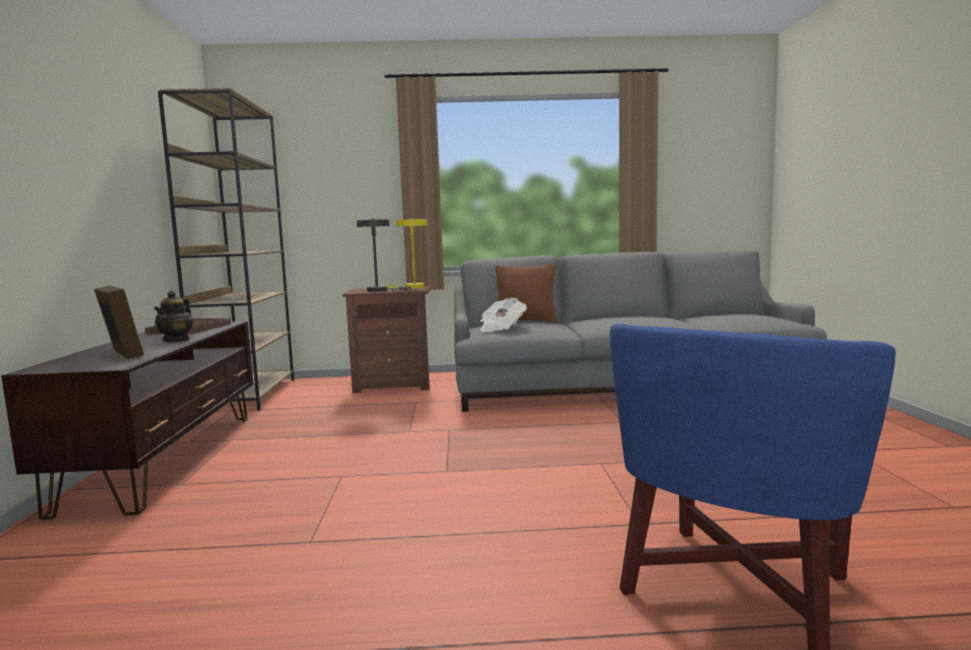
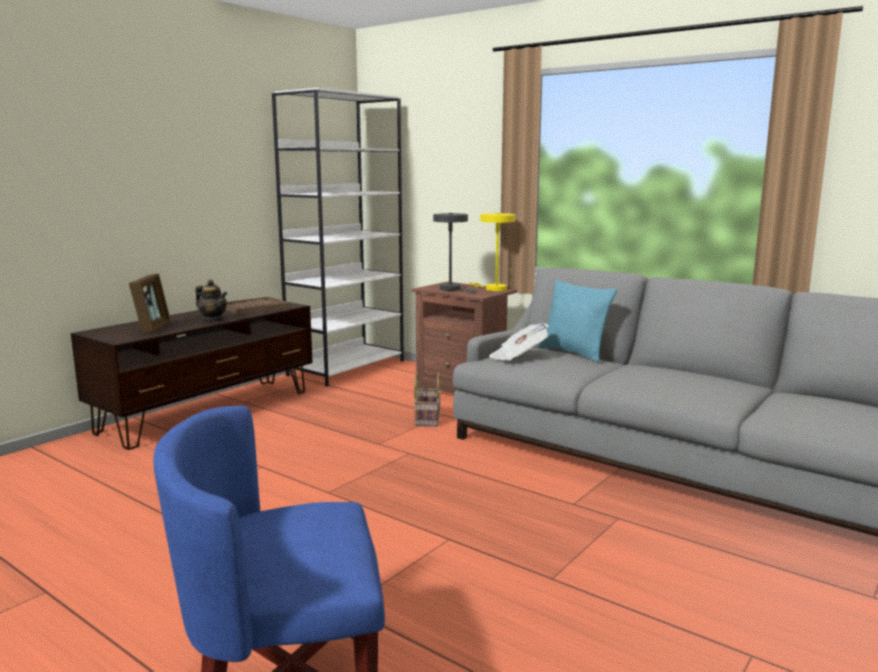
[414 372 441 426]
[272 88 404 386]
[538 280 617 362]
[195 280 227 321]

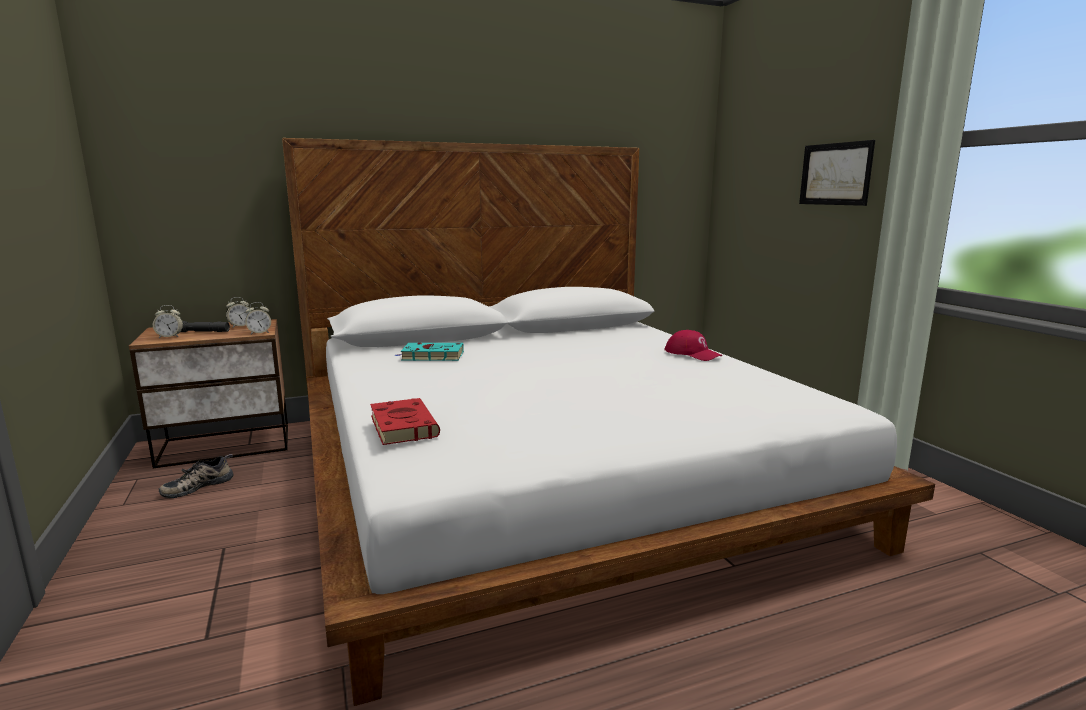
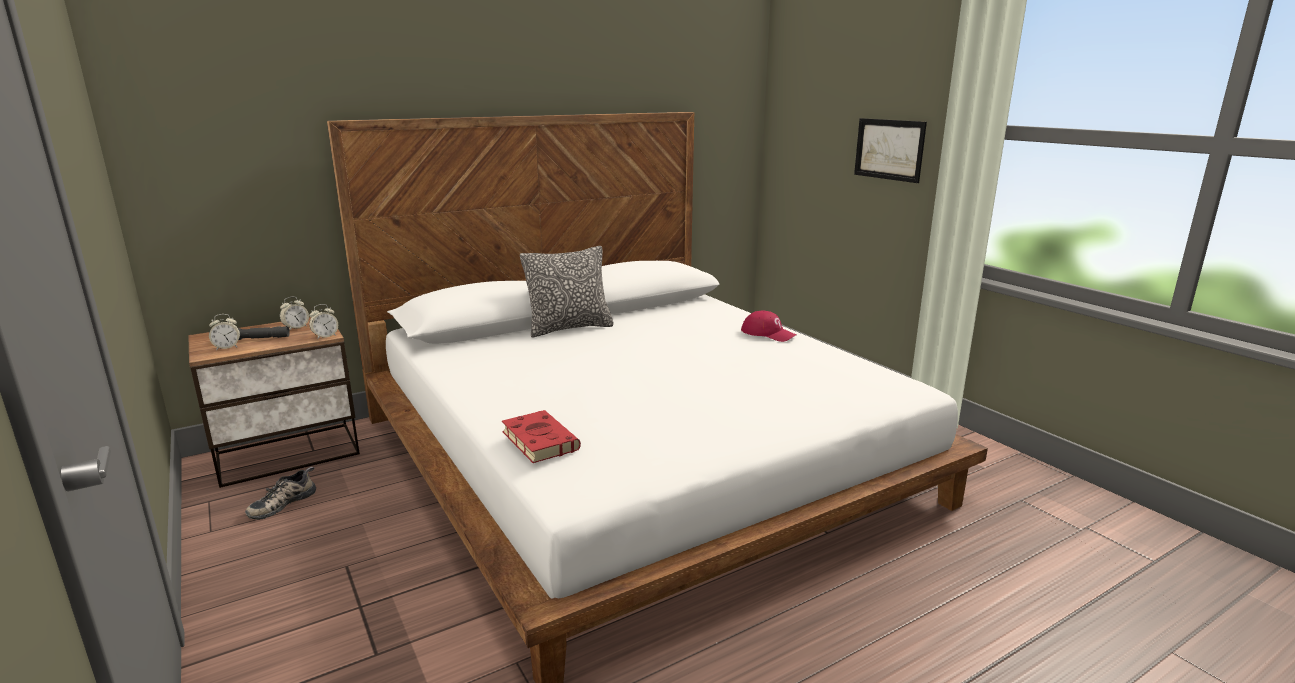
[395 343 464 361] (first image)
[520 246 614 337]

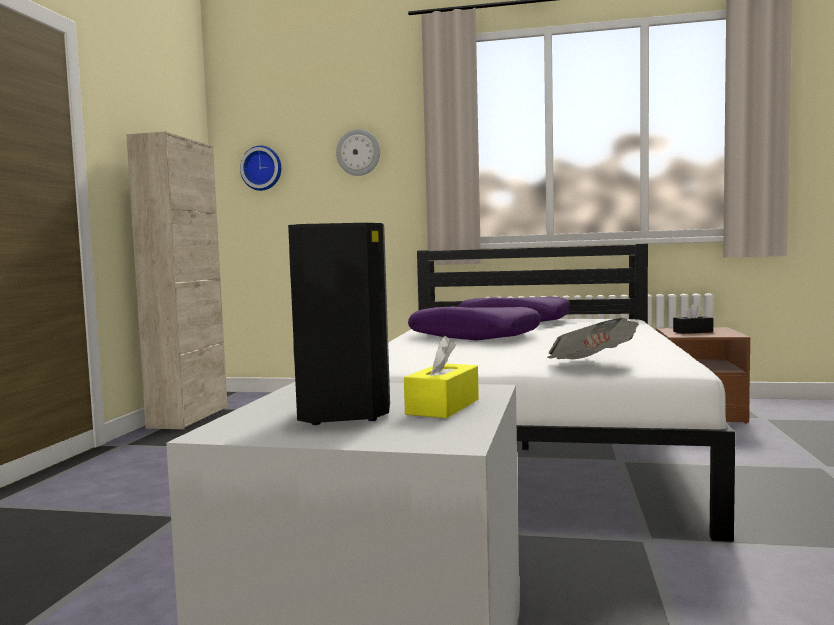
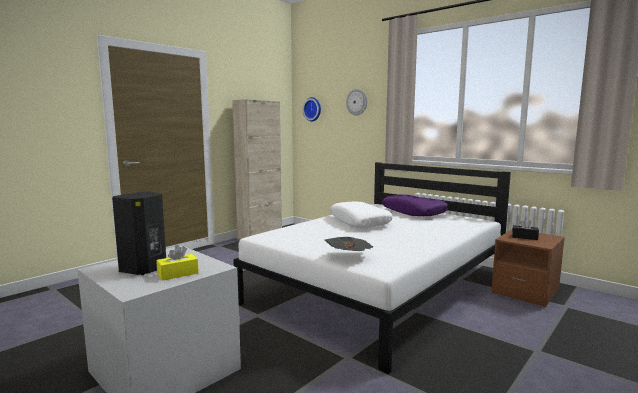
[330 202 393 227]

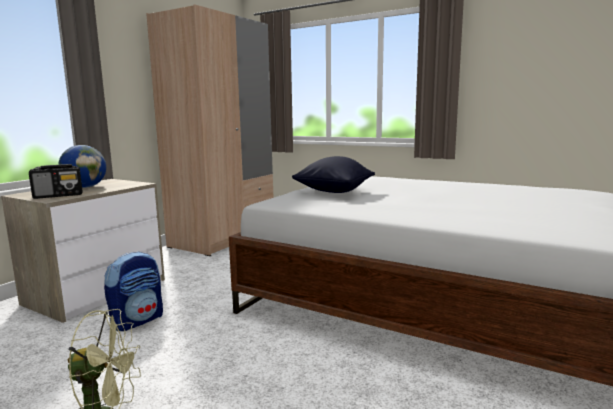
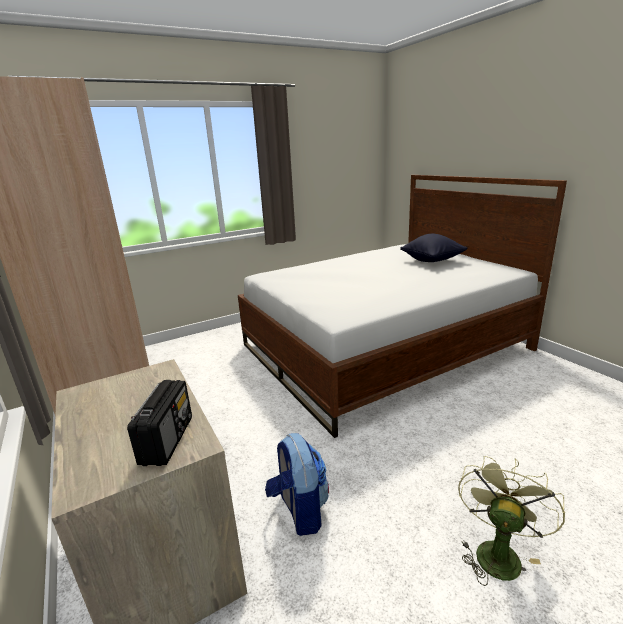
[58 145 106 188] (first image)
[400 234 467 262]

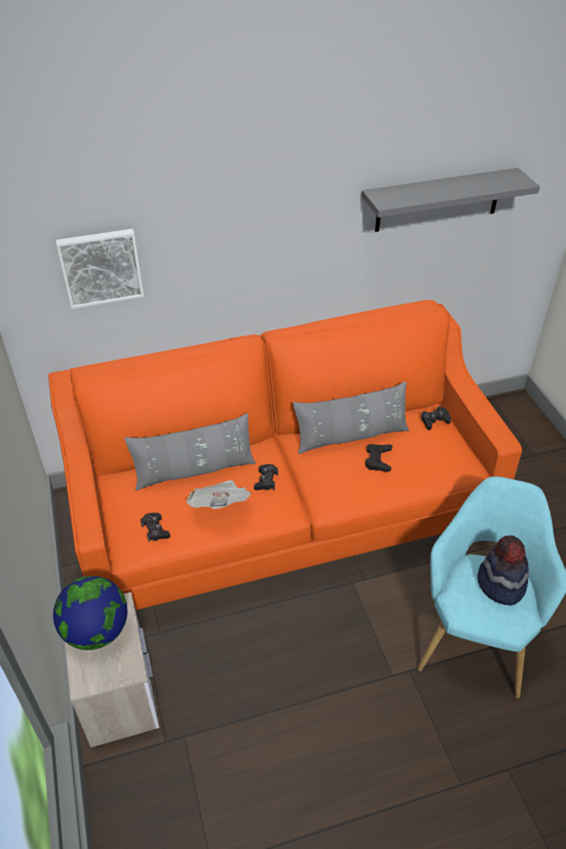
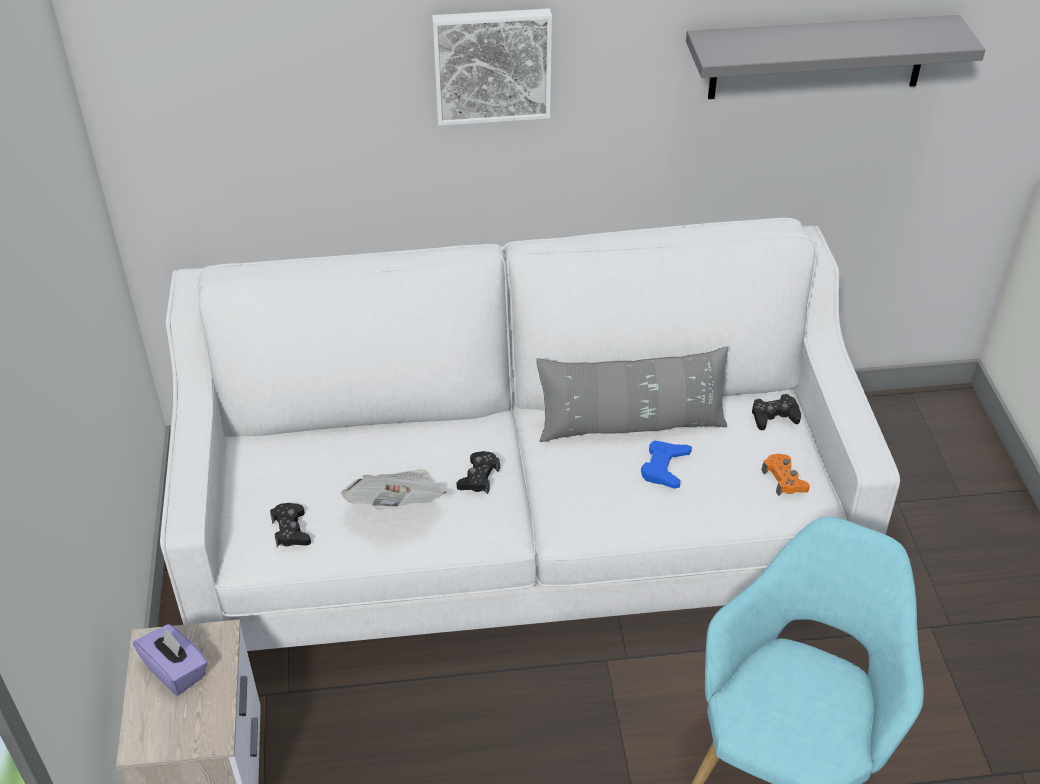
[124 413 256 491] (first image)
[477 535 529 606] (first image)
[761 453 810 496]
[432 8 552 126]
[133 624 208 696]
[160 218 900 651]
[641 441 692 489]

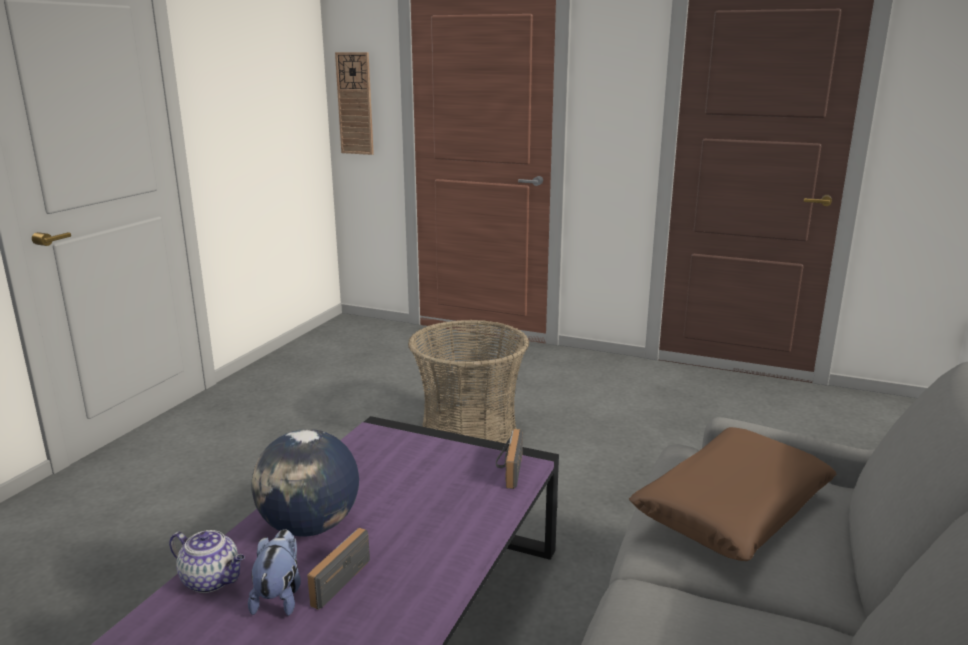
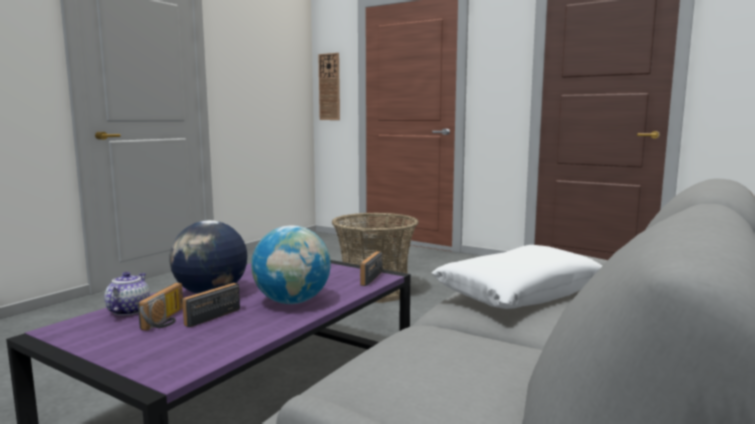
[251 225 331 304]
[138 283 183 331]
[432 245 602 309]
[104 272 150 316]

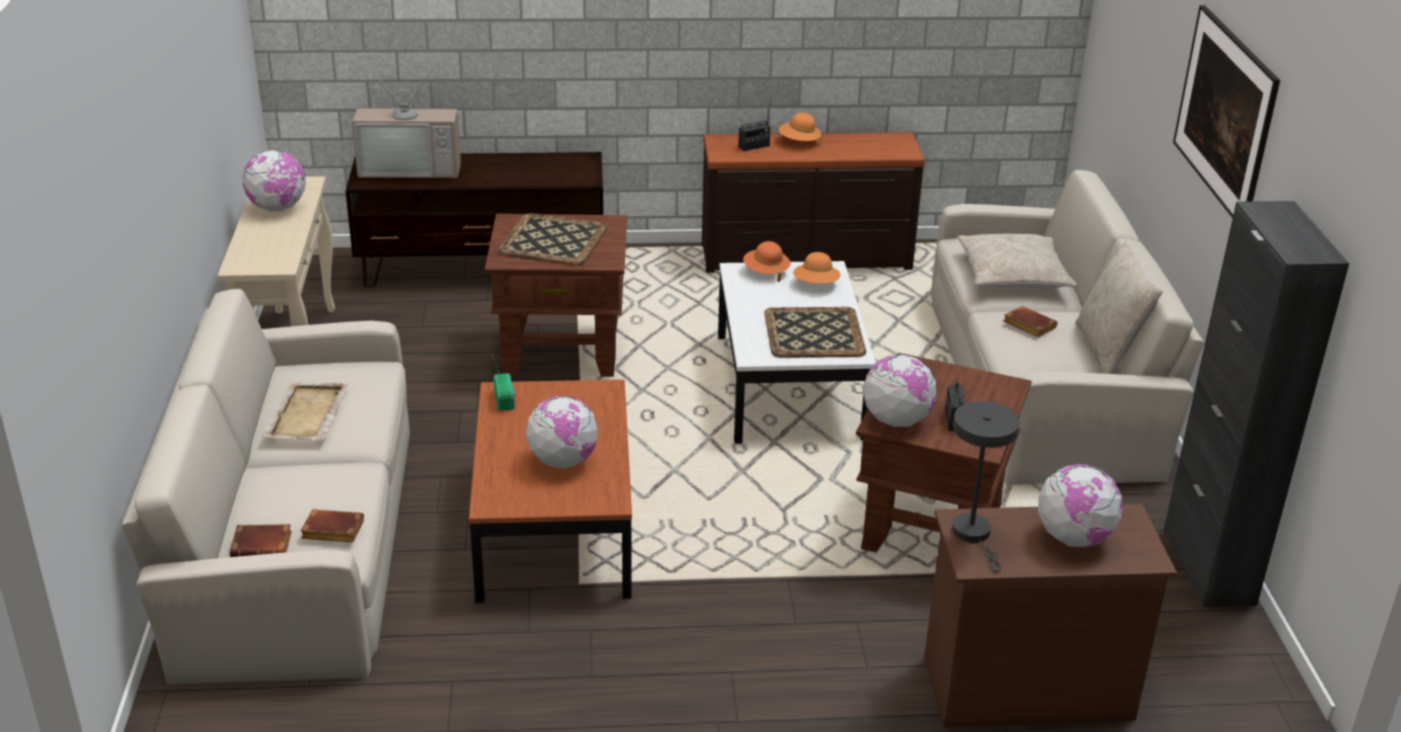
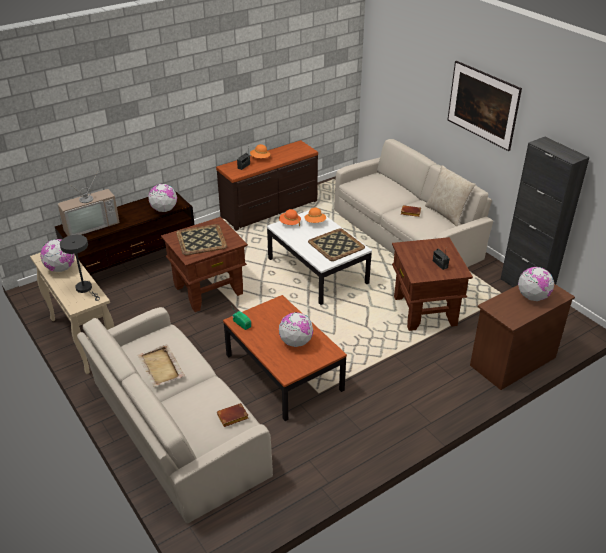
[230 524 292 557] (first image)
[958 234 1077 289] (first image)
[148 184 177 212]
[60 235 100 301]

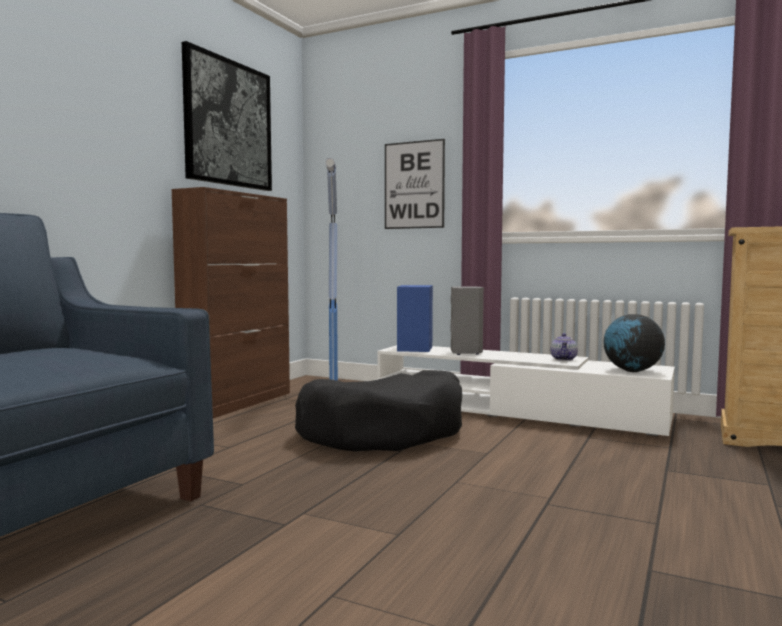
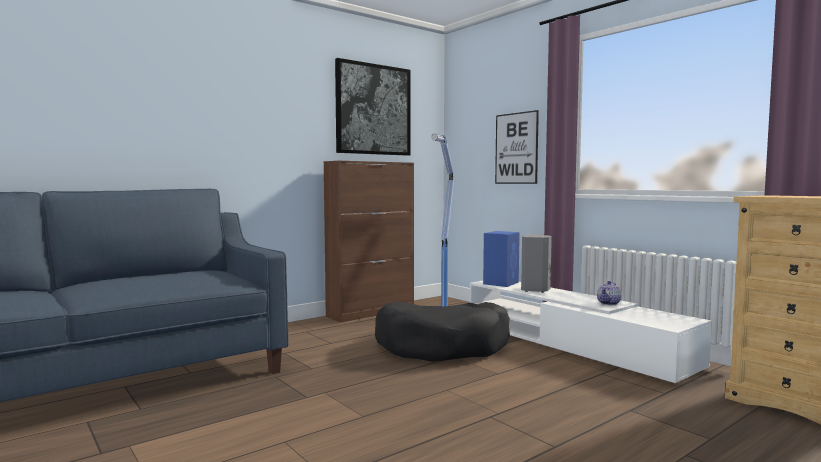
[604 314 665 372] (first image)

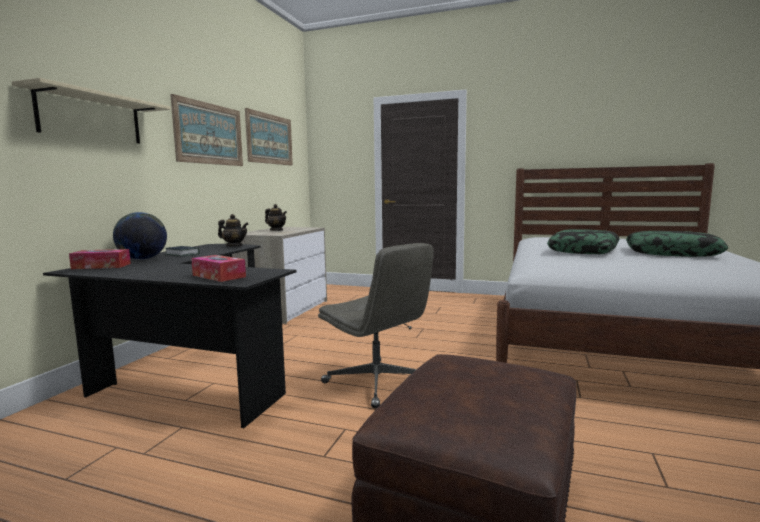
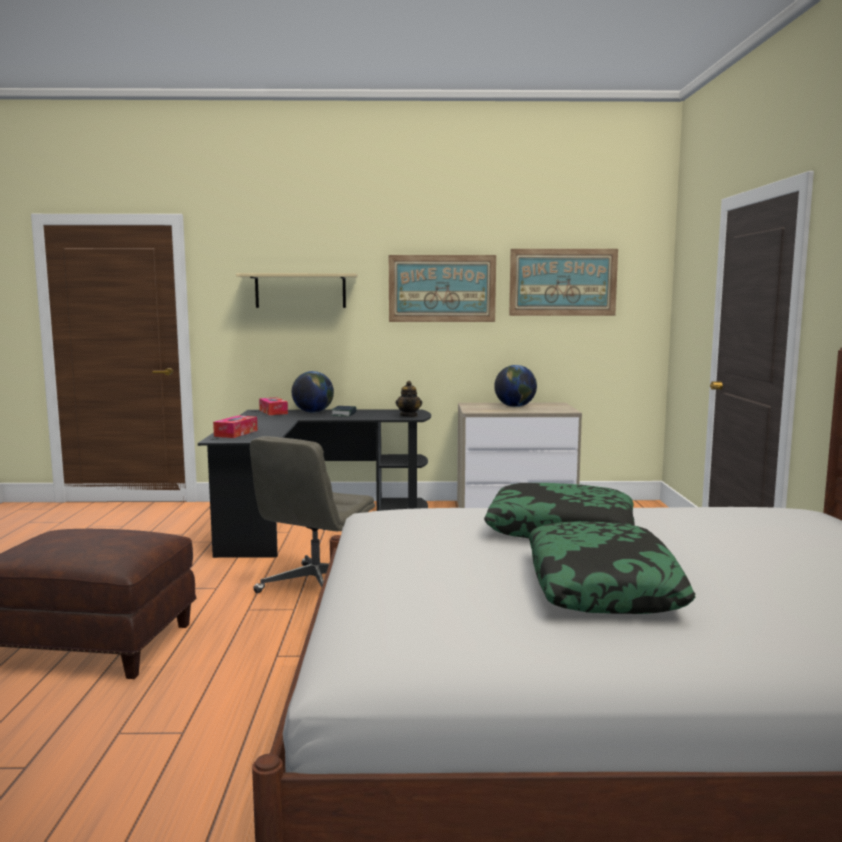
[494 365 537 407]

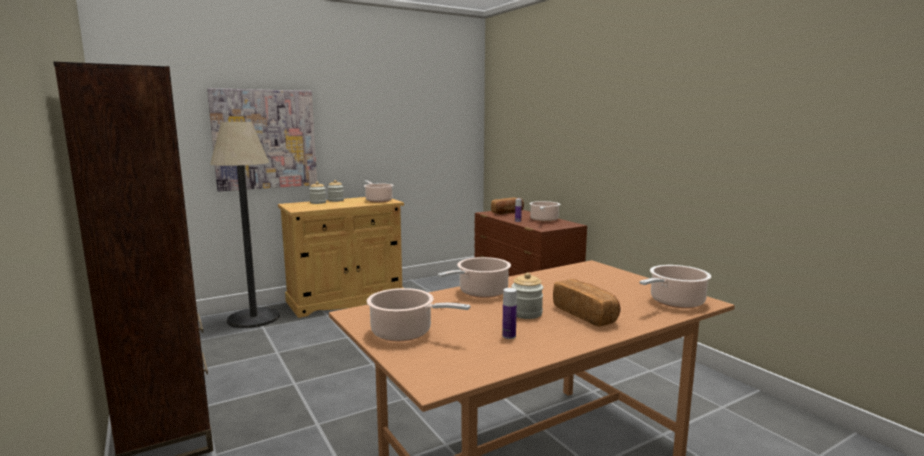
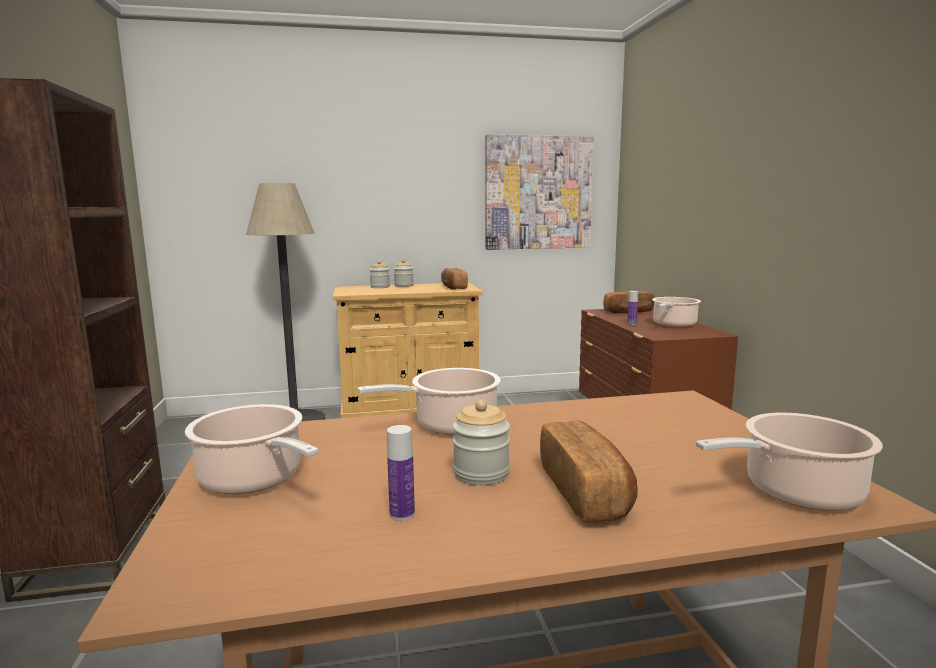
[485 134 594 250]
[441 268 468 290]

